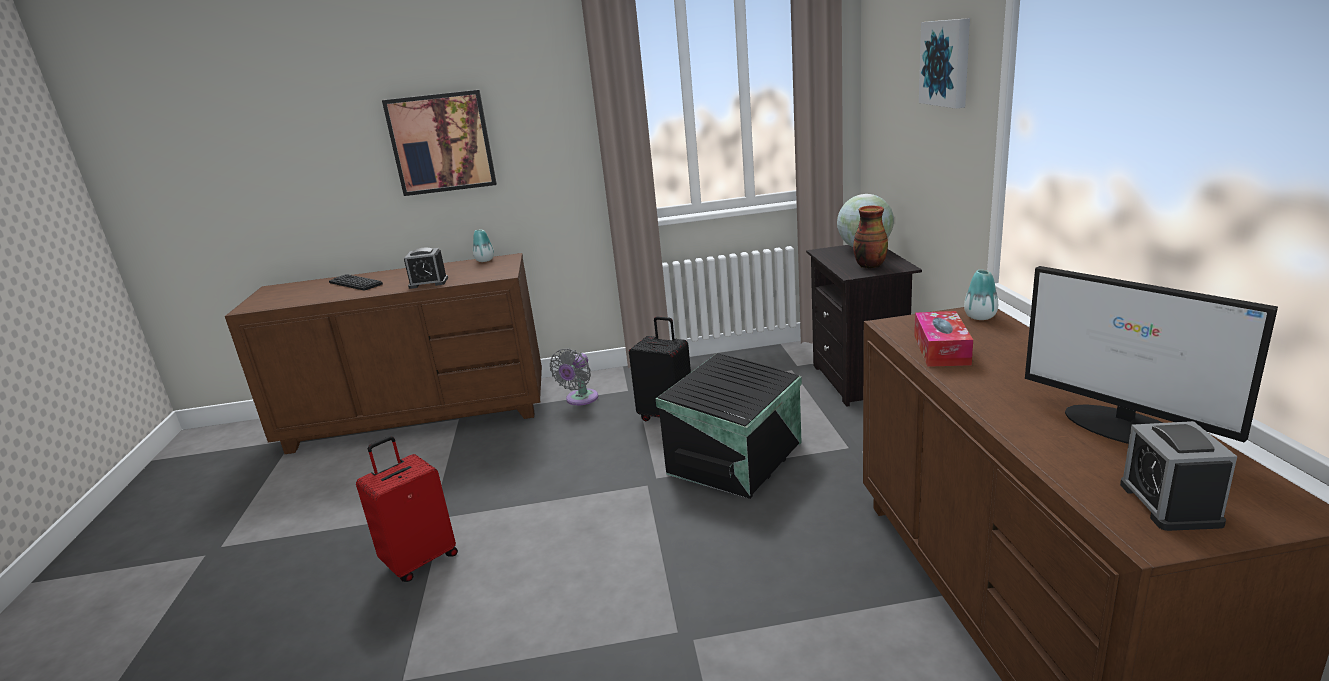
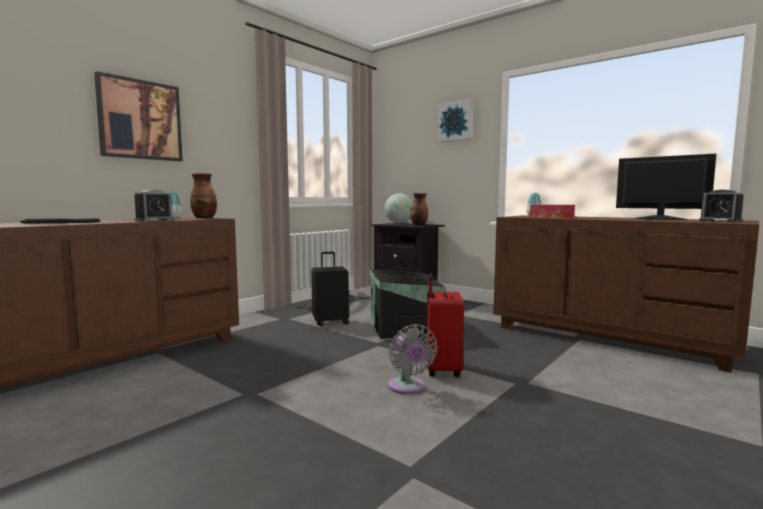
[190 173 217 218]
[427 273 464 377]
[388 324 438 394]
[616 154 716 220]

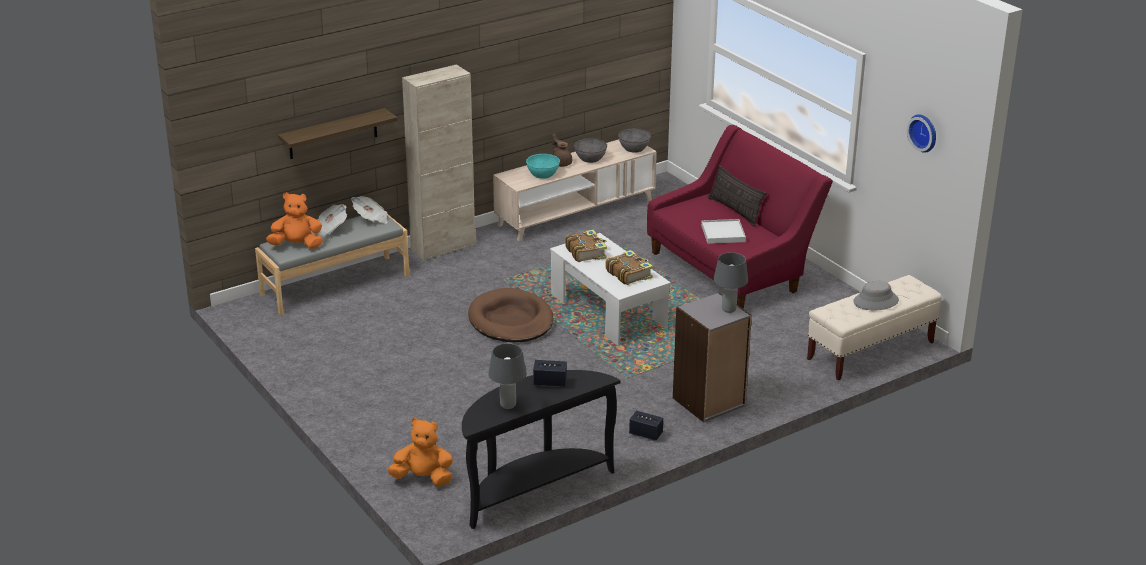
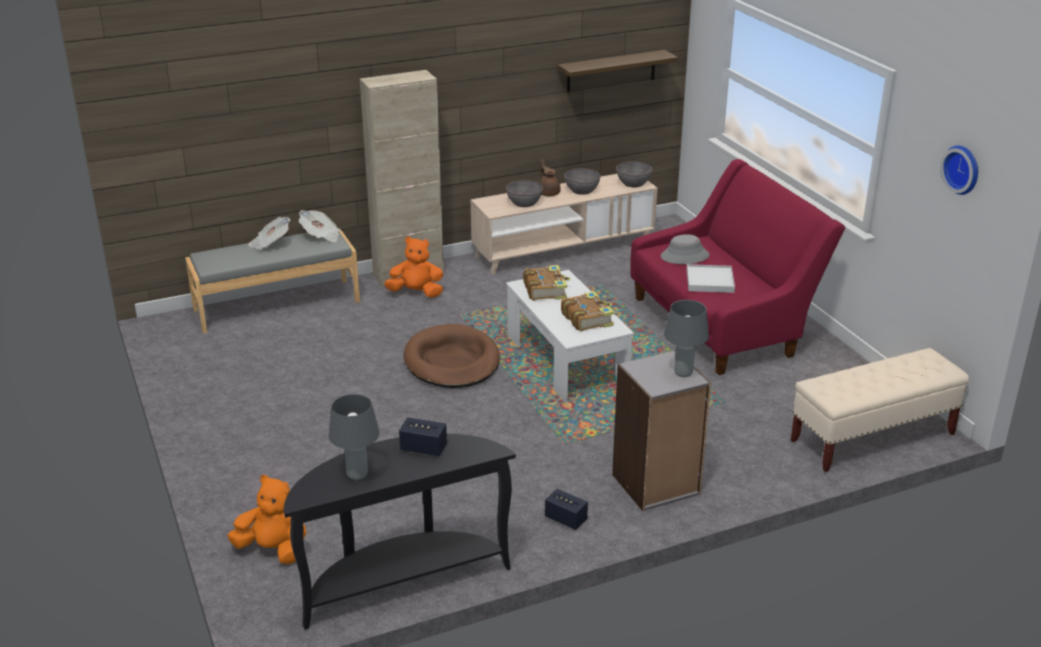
[708 165 767 227] (first image)
[384 236 443 298]
[558 50 678 92]
[661 234 709 264]
[506 180 543 207]

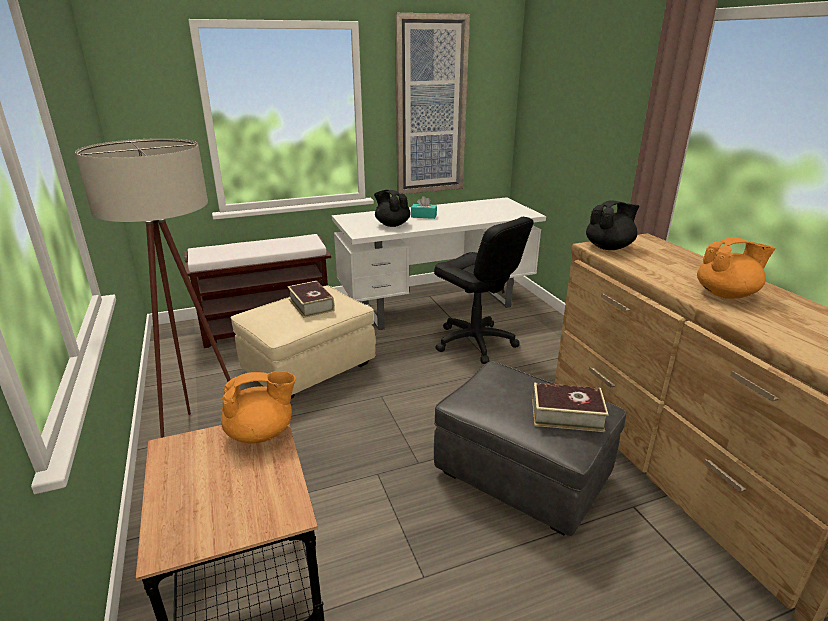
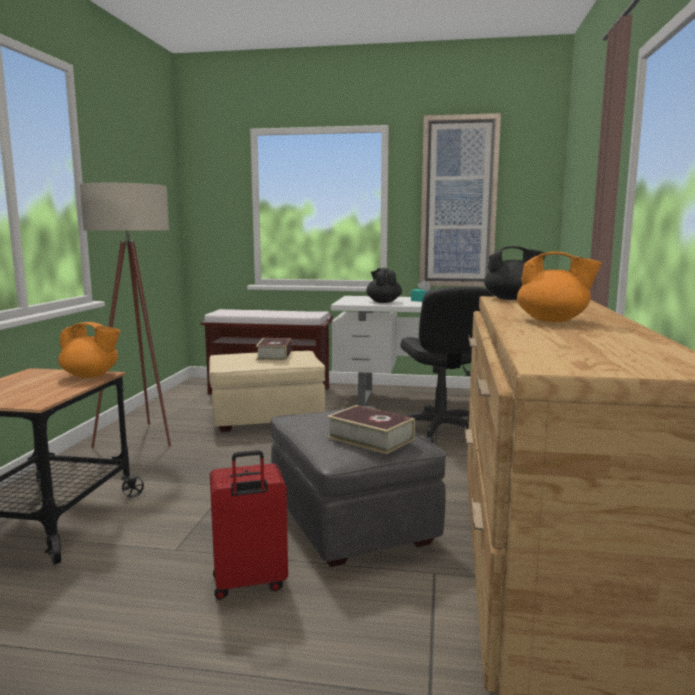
[210 450 288 600]

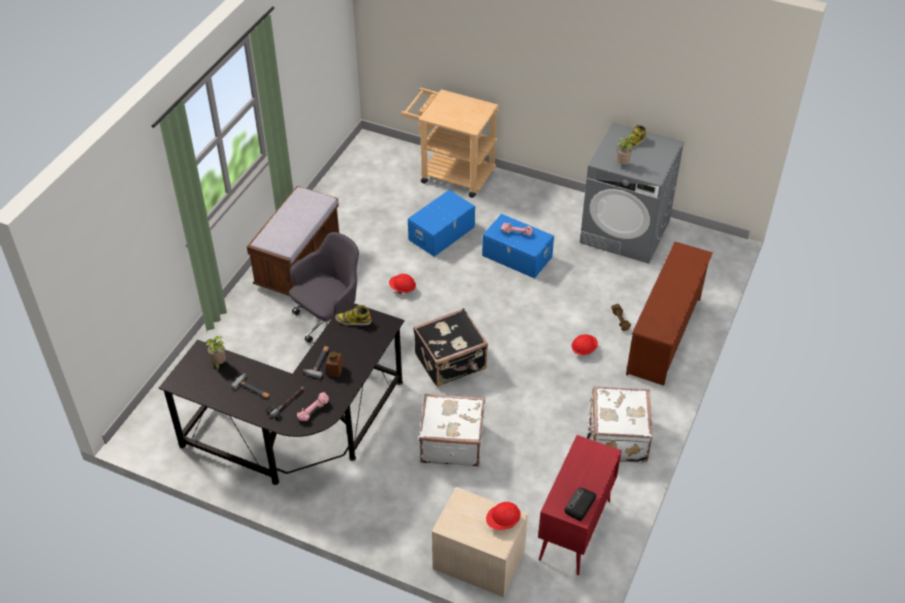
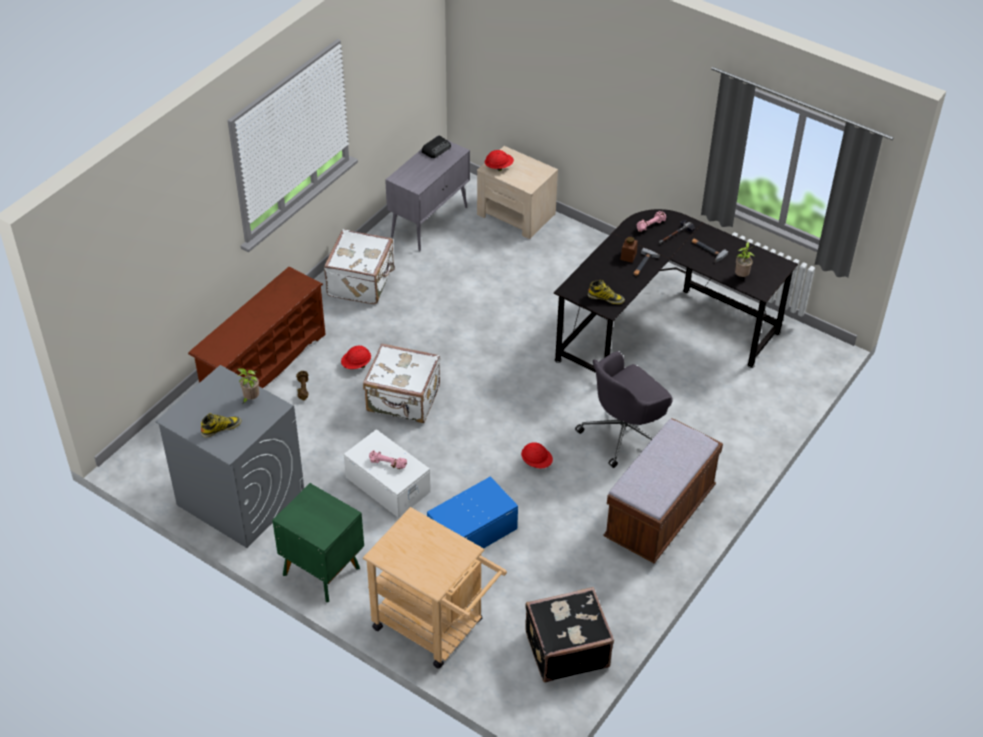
[272 483 364 602]
[525 587 614 682]
[363 343 440 423]
[344 429 431 518]
[385 136 470 251]

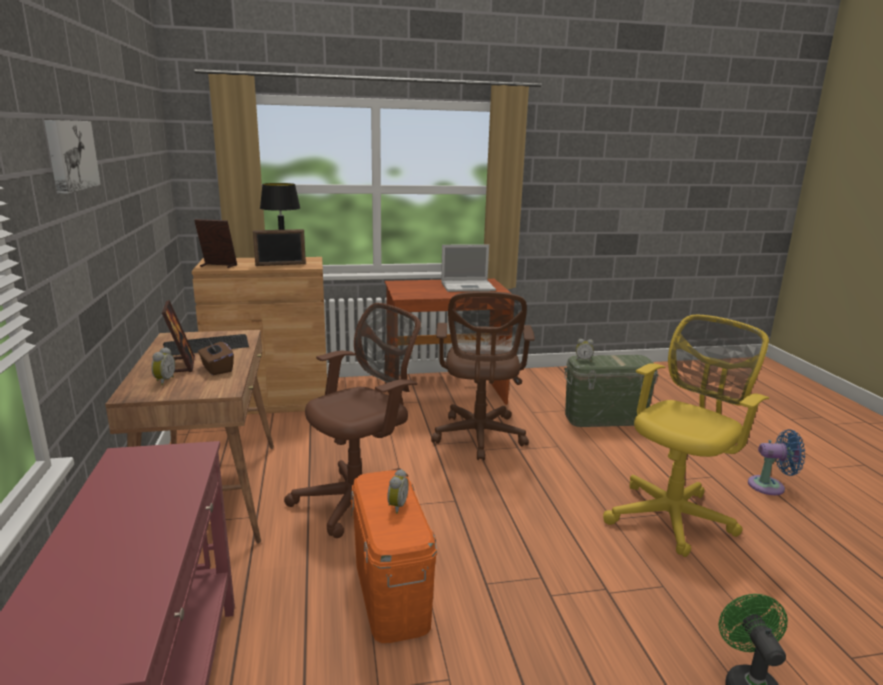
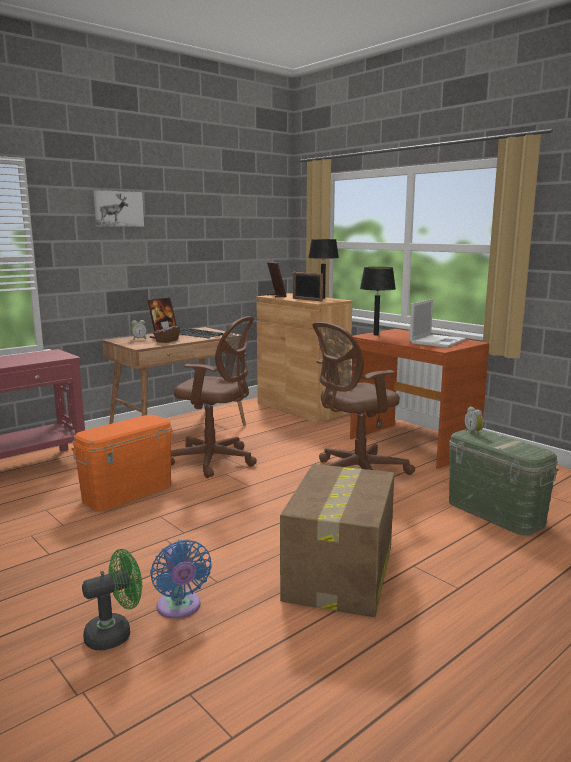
[387 469 409 514] (first image)
[360 267 396 336]
[150 540 212 619]
[280 464 394 617]
[410 299 466 347]

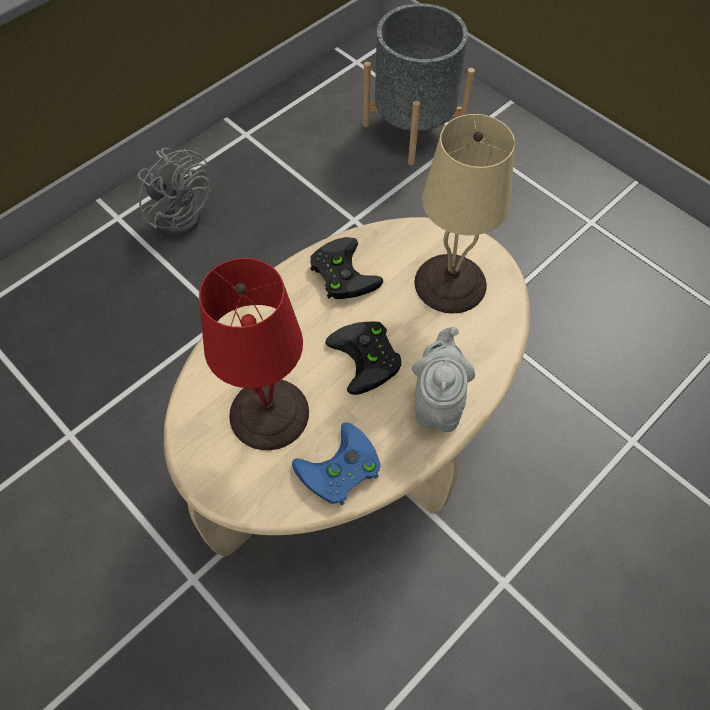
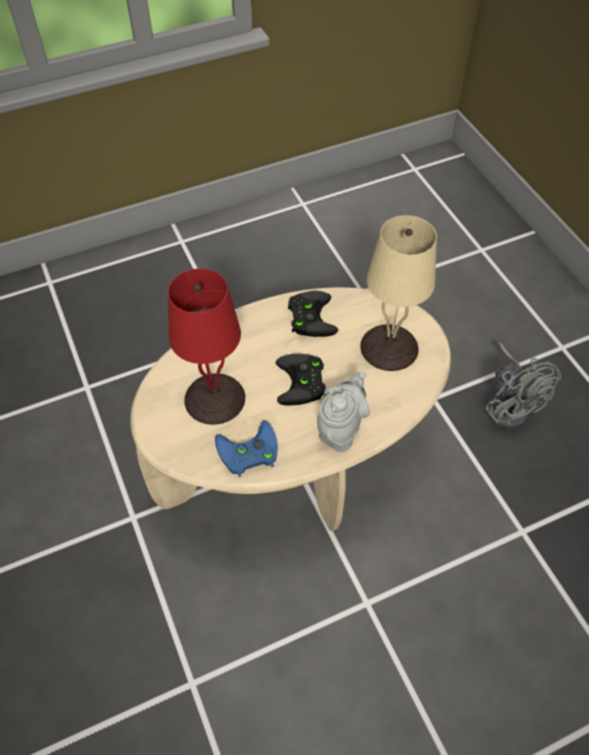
[363 3 475 165] (first image)
[486 342 561 428]

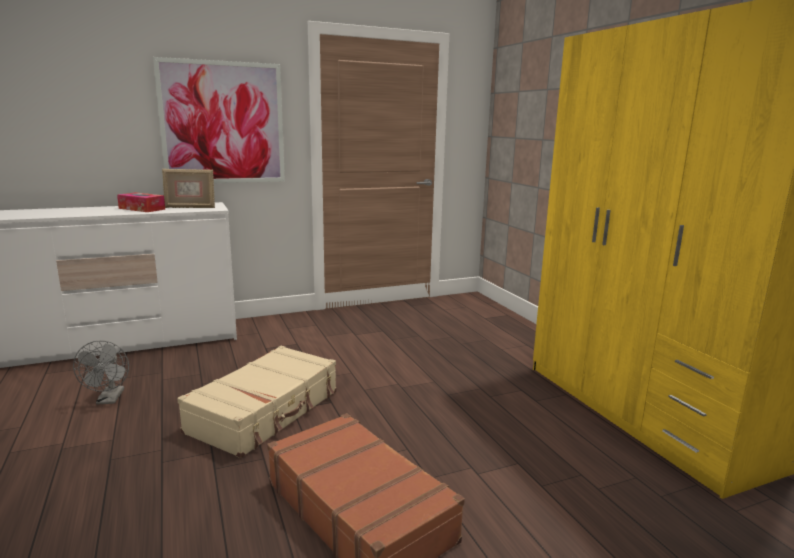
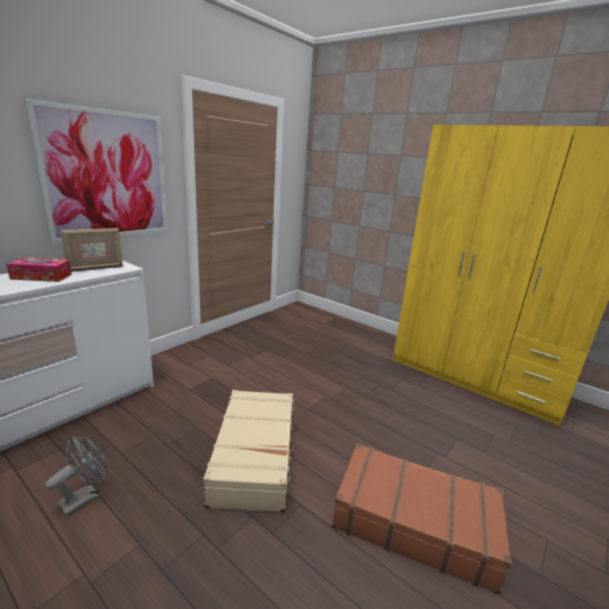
[45 436 107 517]

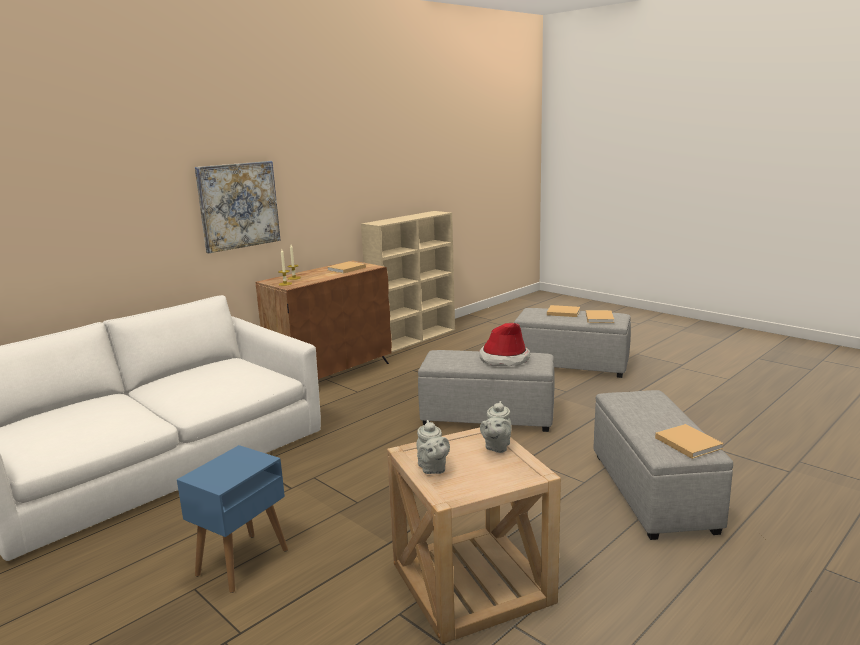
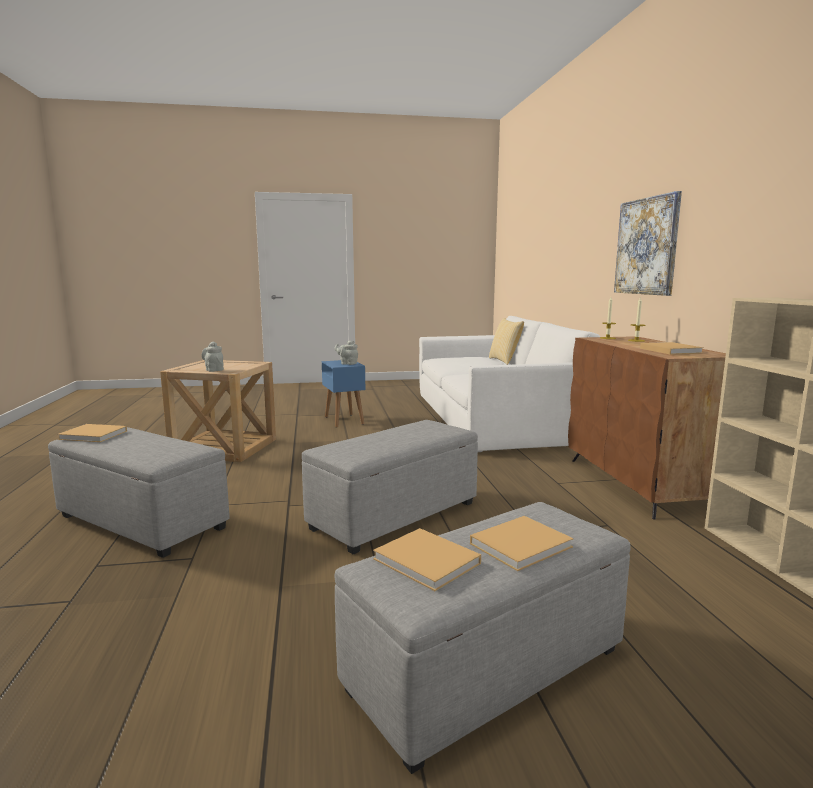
[479 323 530 366] (first image)
[489 318 524 365]
[335 341 358 365]

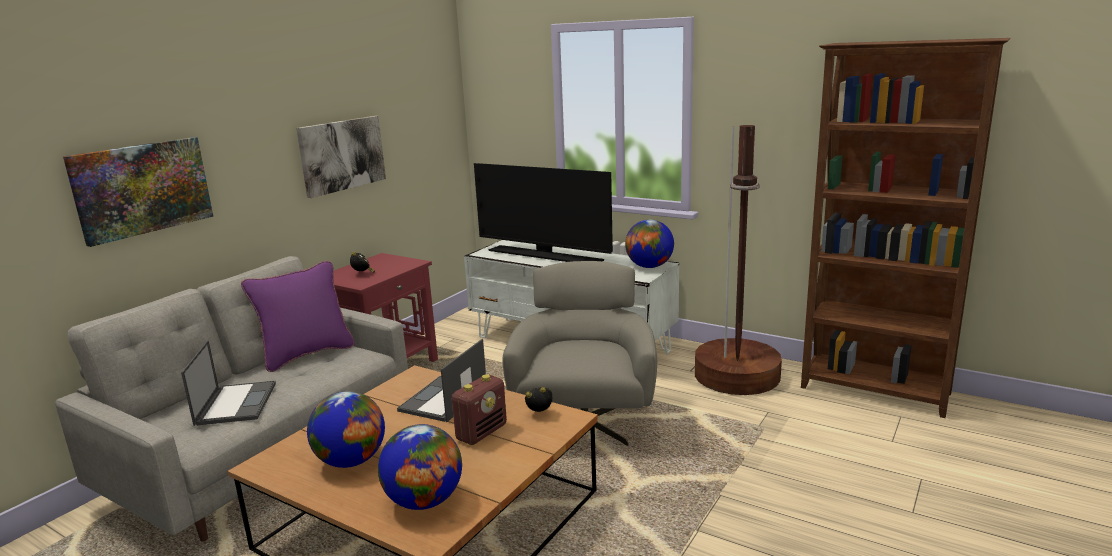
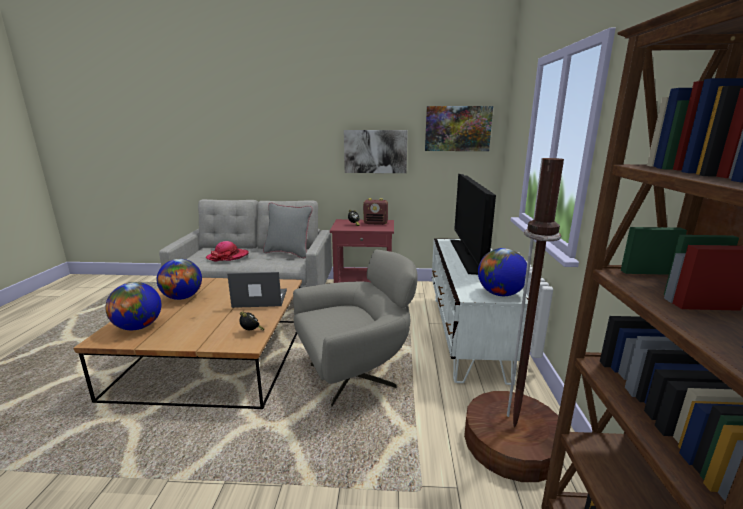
[425 106 493 151]
[363 198 388 225]
[206 241 249 262]
[263 202 313 258]

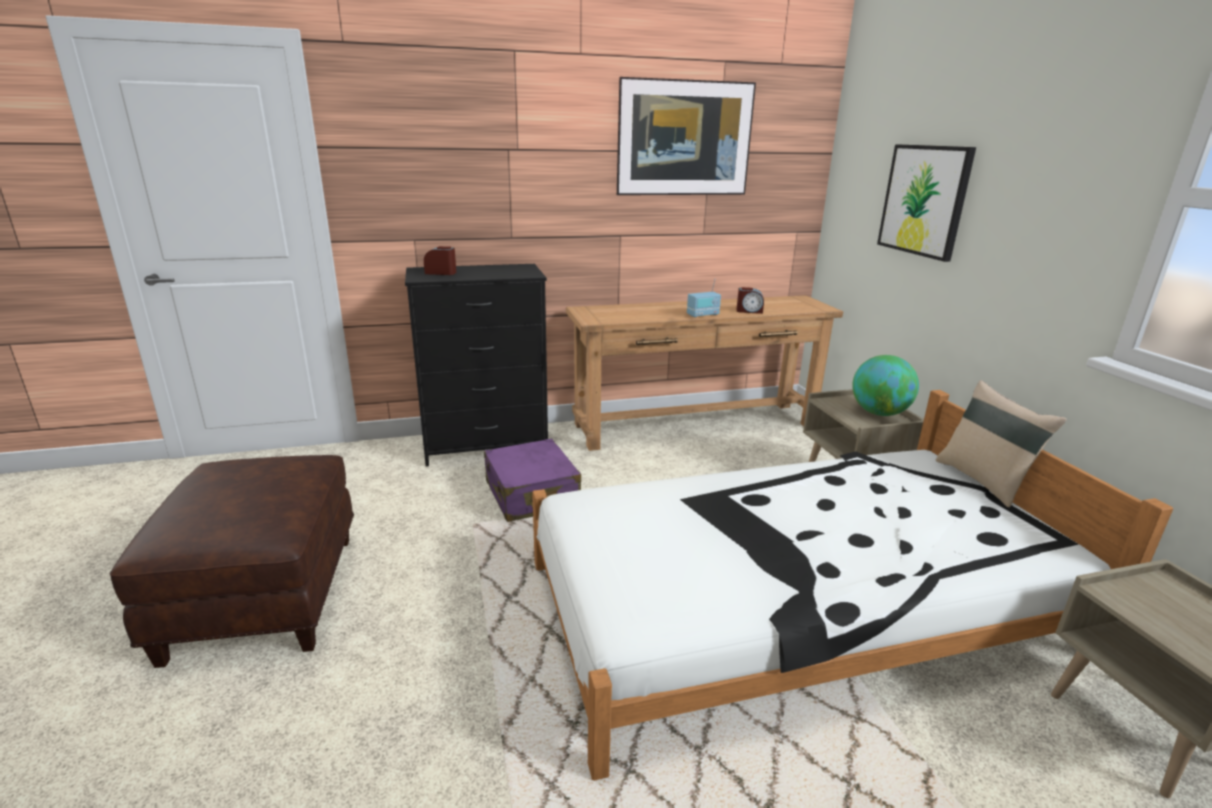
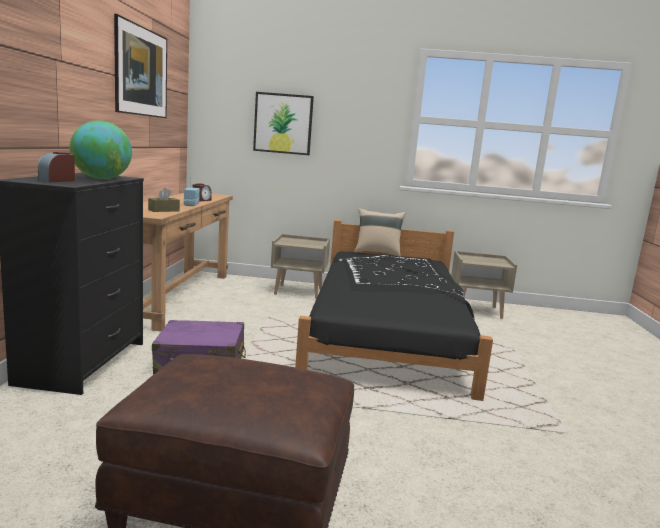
[148 188 180 212]
[69 121 132 179]
[295 220 493 401]

